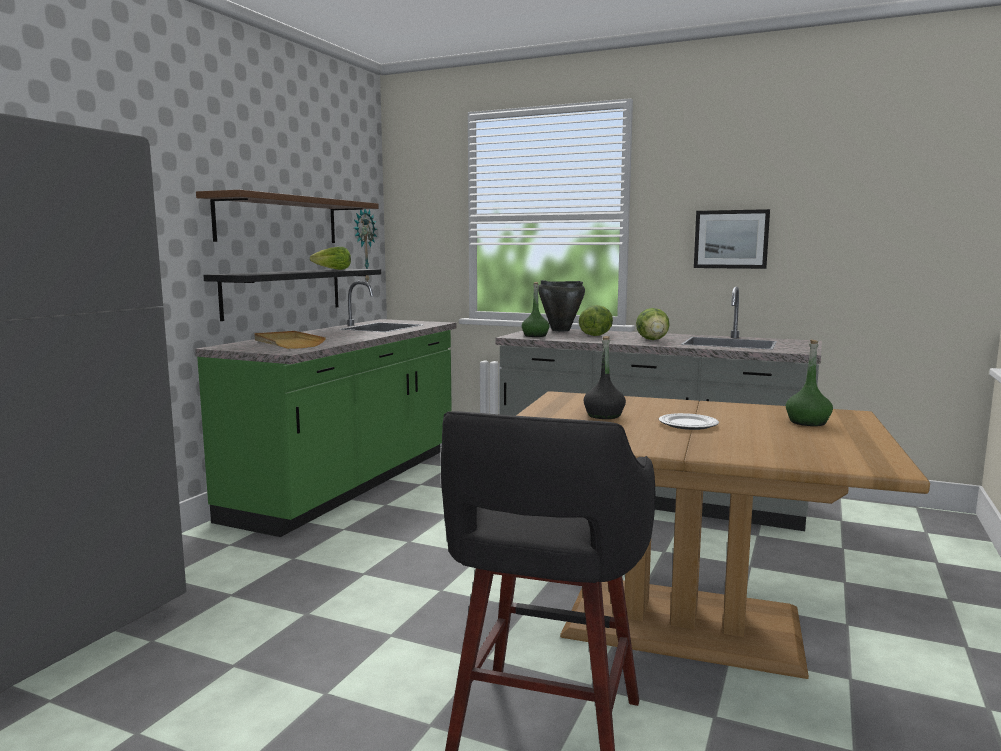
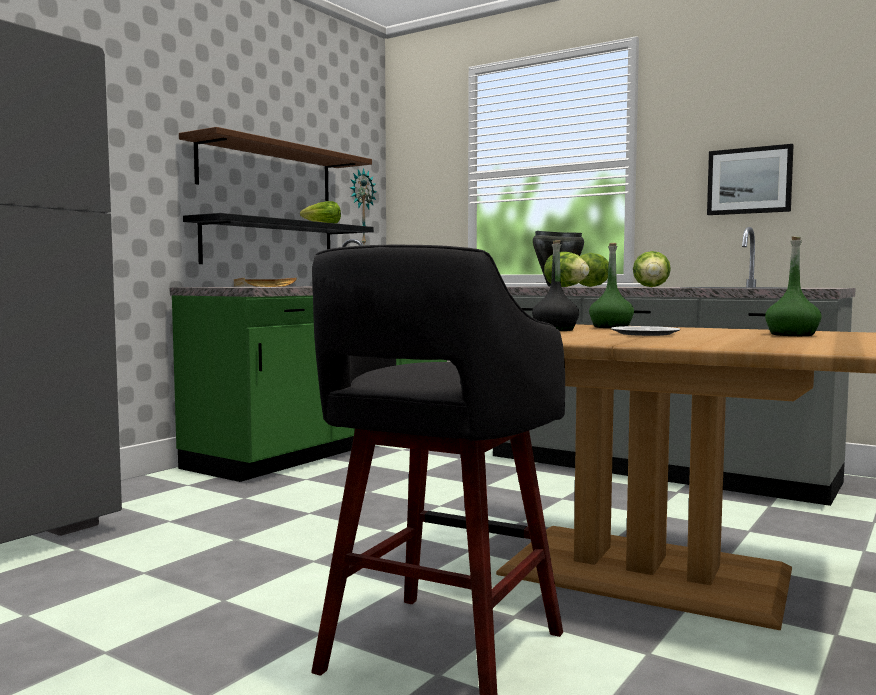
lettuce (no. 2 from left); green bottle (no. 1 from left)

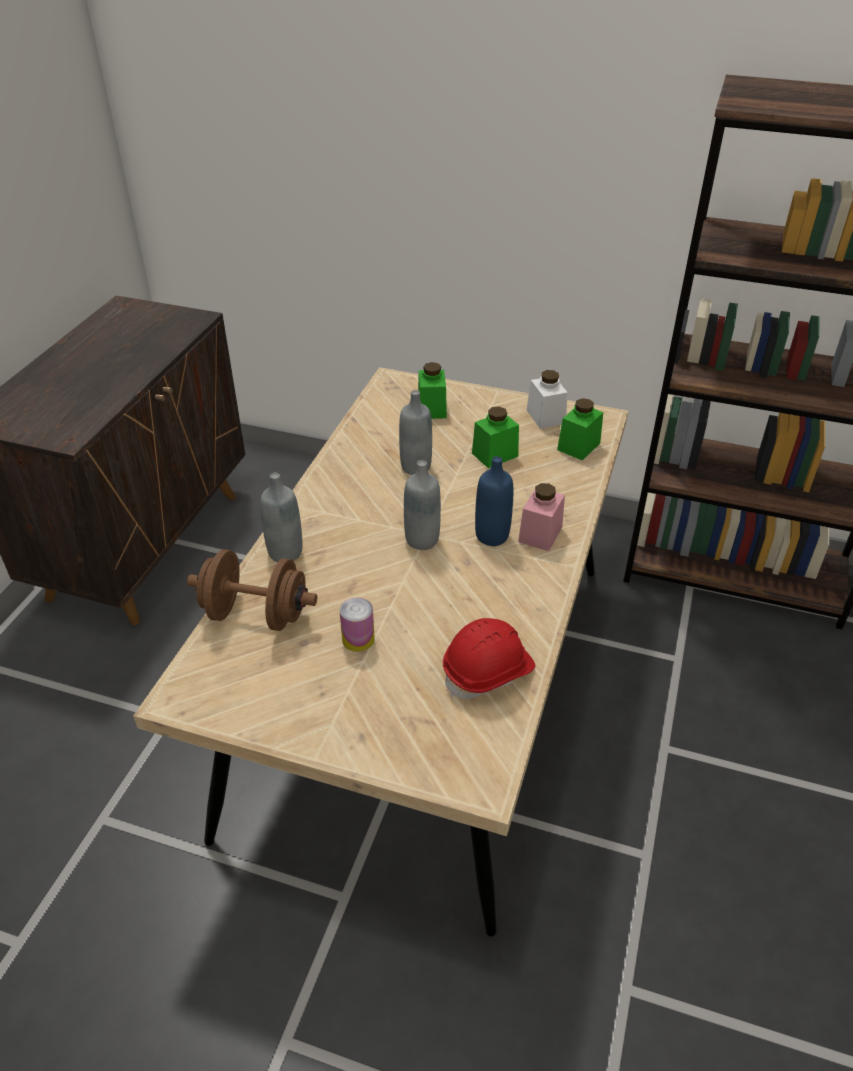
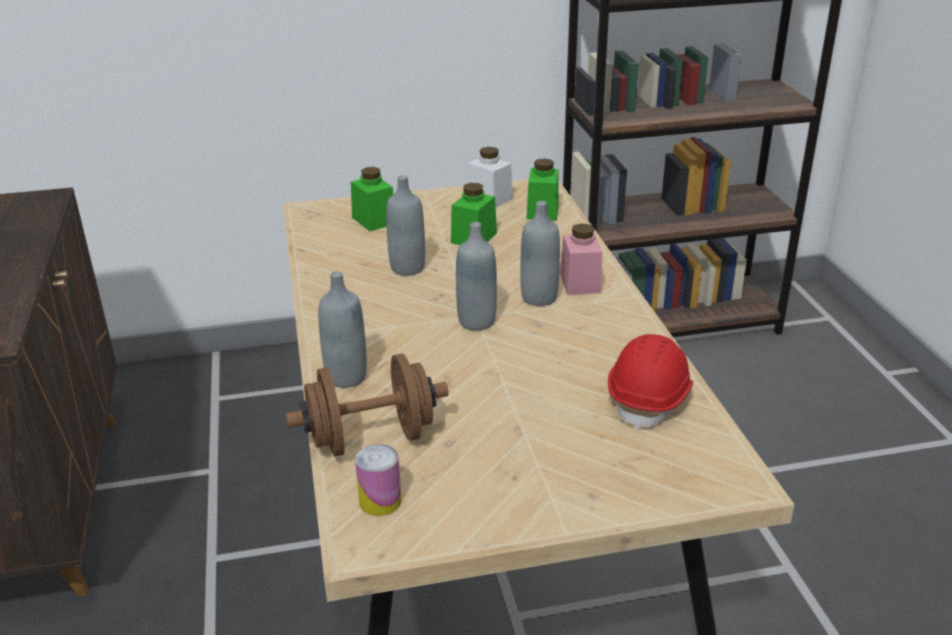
can; grey bottle (no. 4 from left)

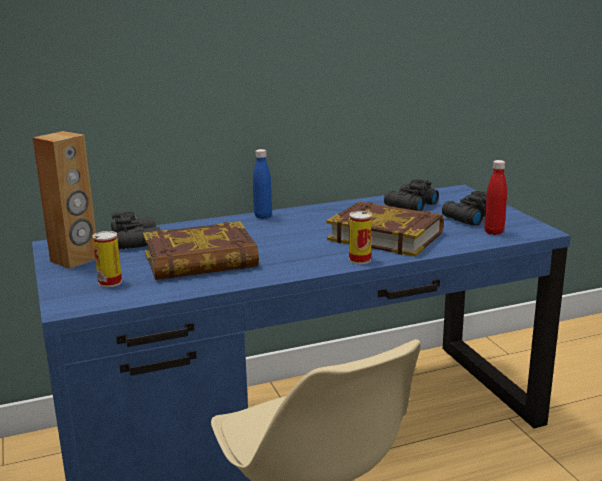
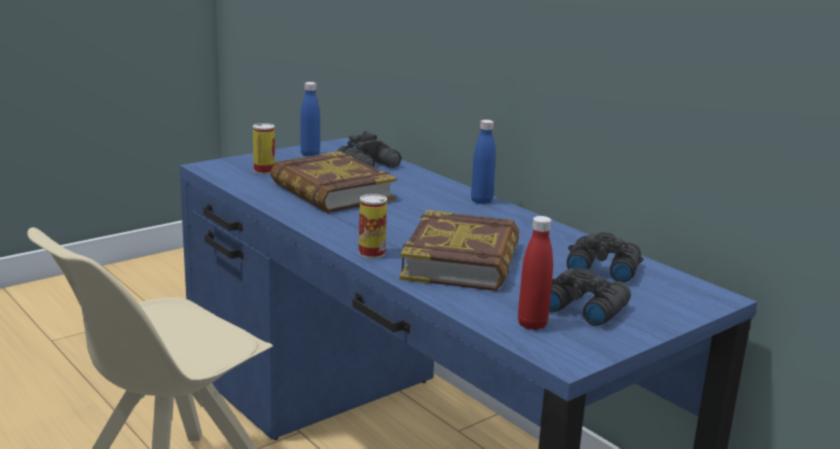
blue bottle (no. 1 from left)

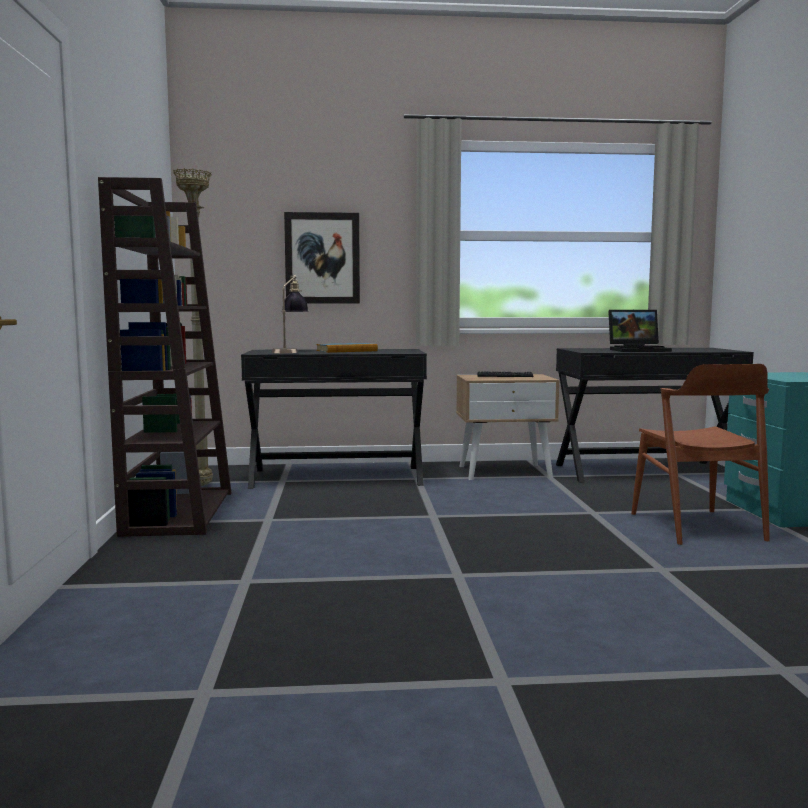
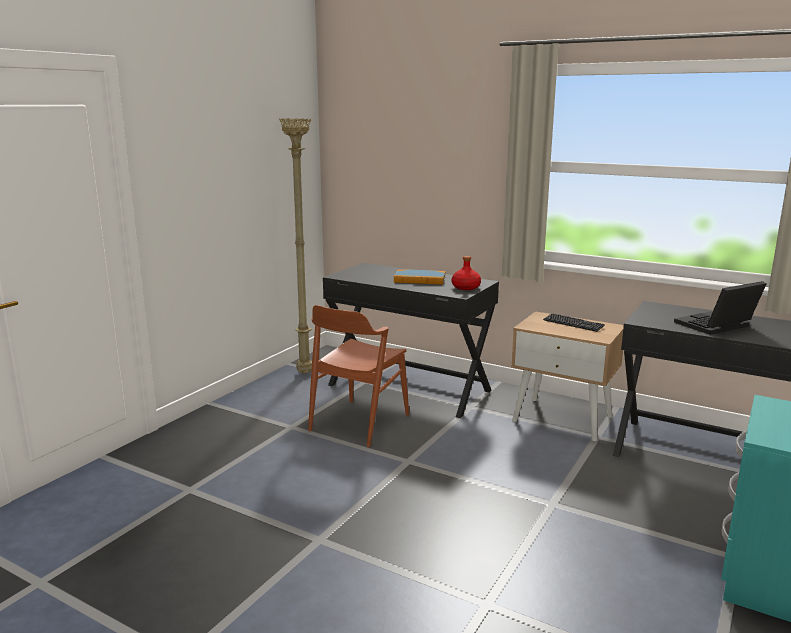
brown chair; red bottle; laptop; brown bookcase; table lamp; picture

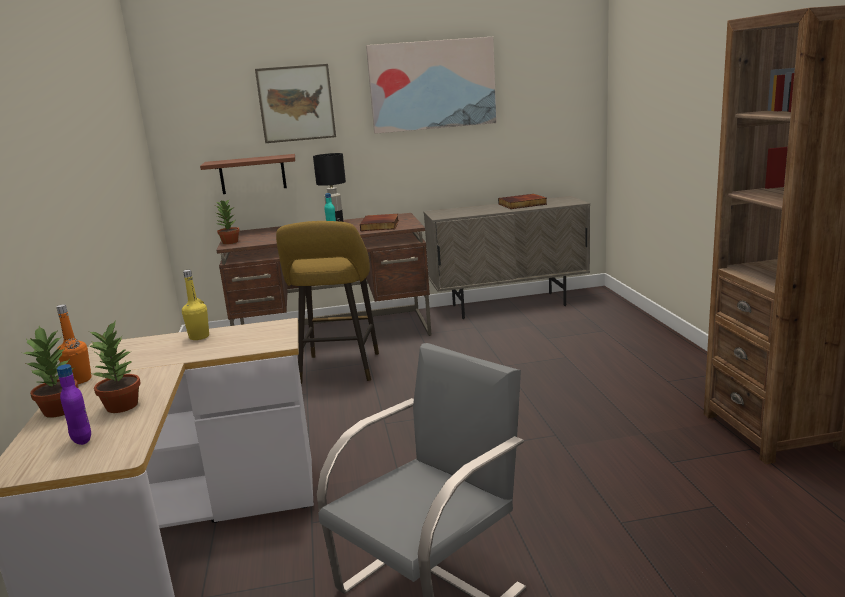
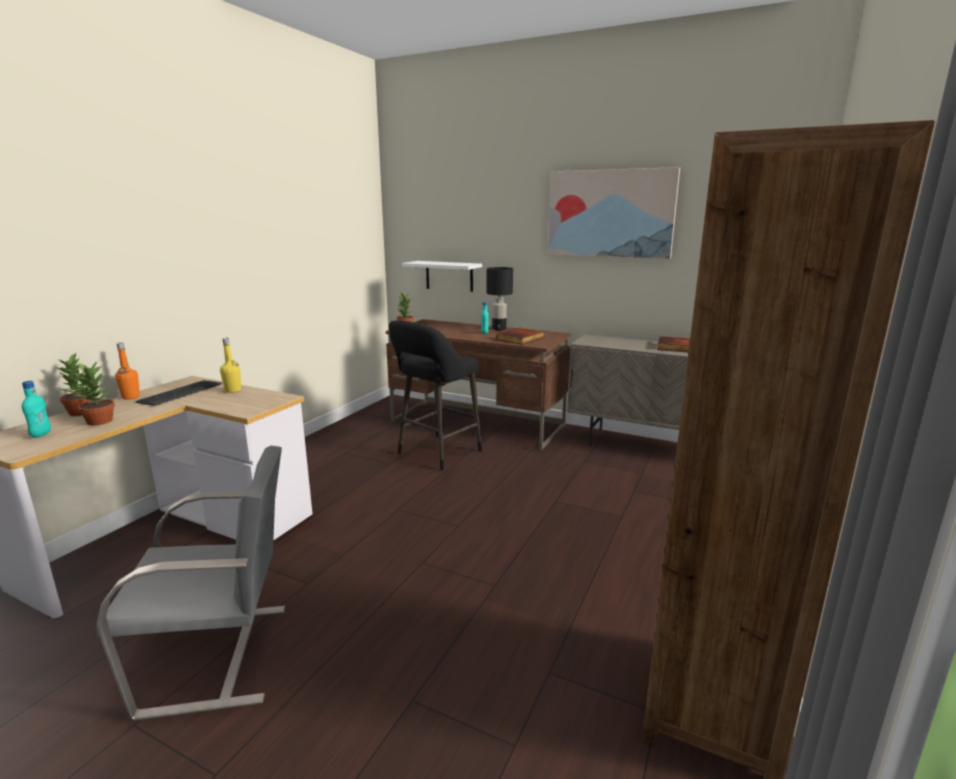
turquoise bottle (no. 1 from left); keyboard; black stool; white shelf; picture (no. 1 from left in the first image)

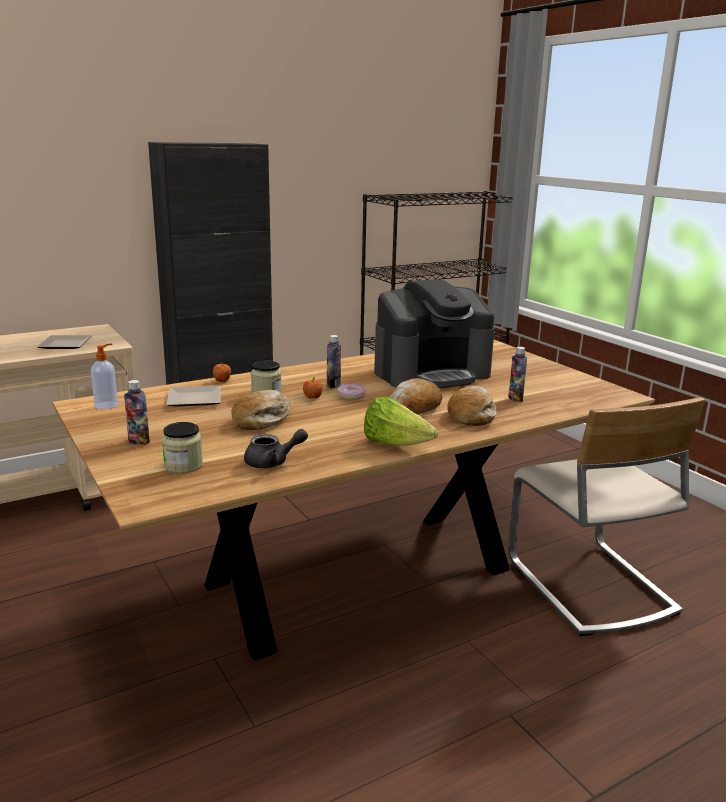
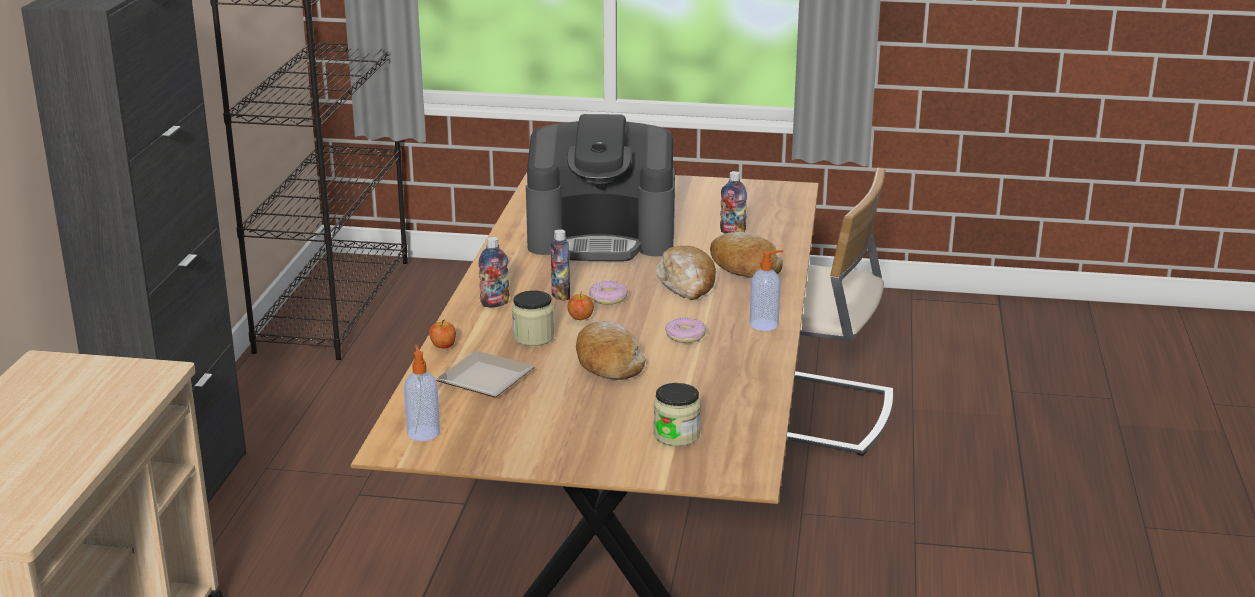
bottle (no. 1 from left); coffee machine; donut (no. 2 from left); soap dispenser (no. 2 from left); plate (no. 1 from left in the first image); grey teapot

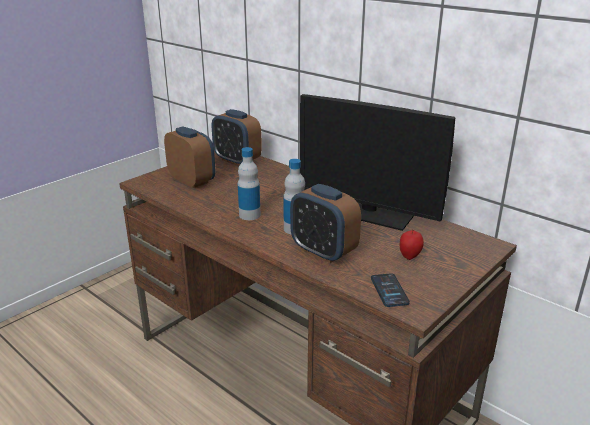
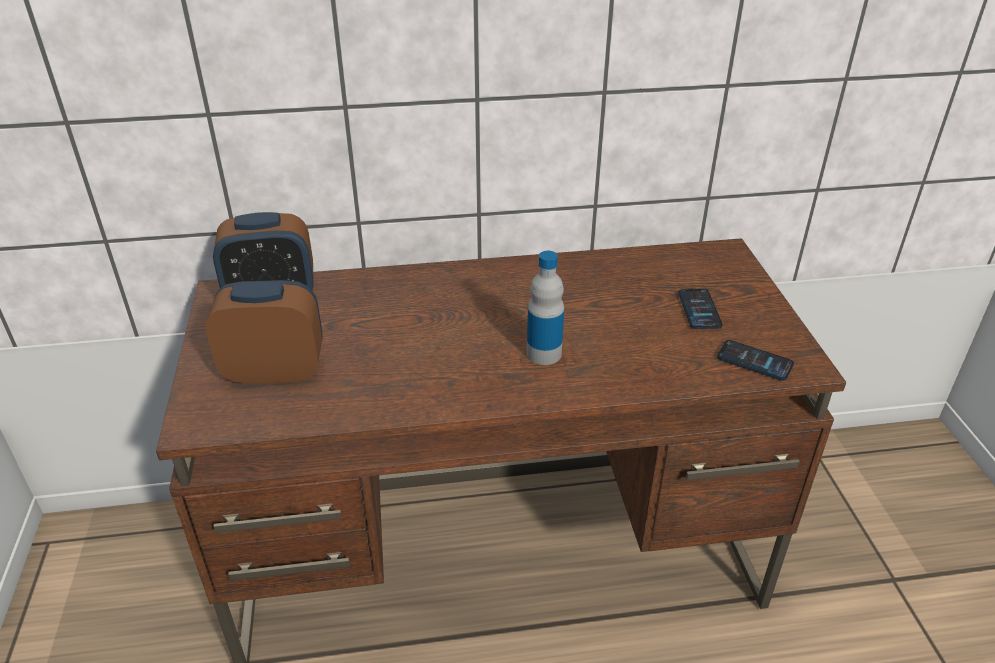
phone (no. 1 from left); bottle (no. 1 from left in the first image); alarm clock (no. 3 from left in the first image); monitor

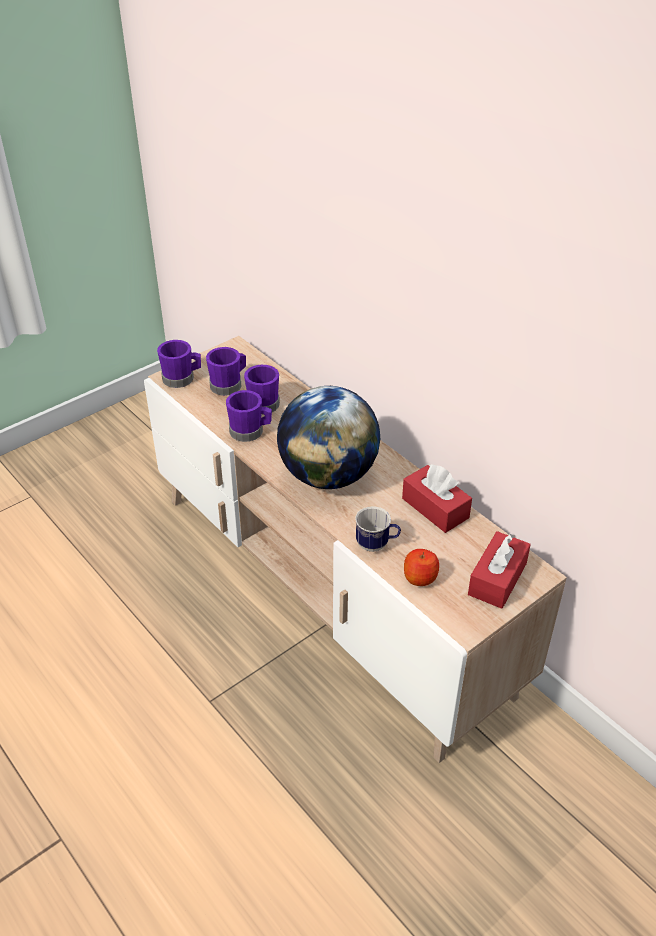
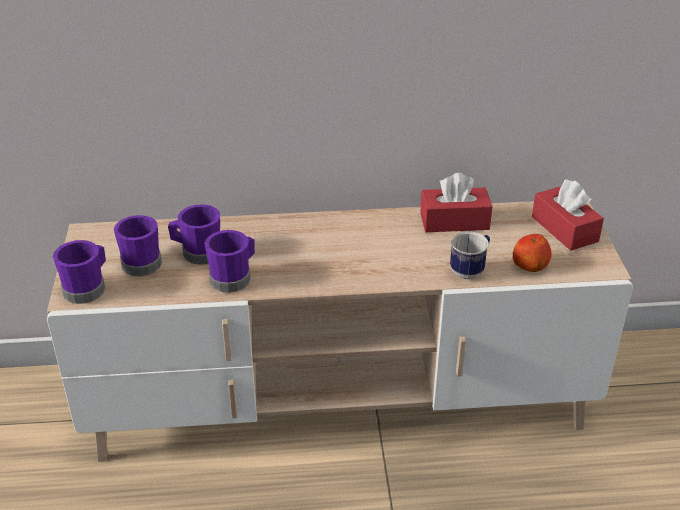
globe

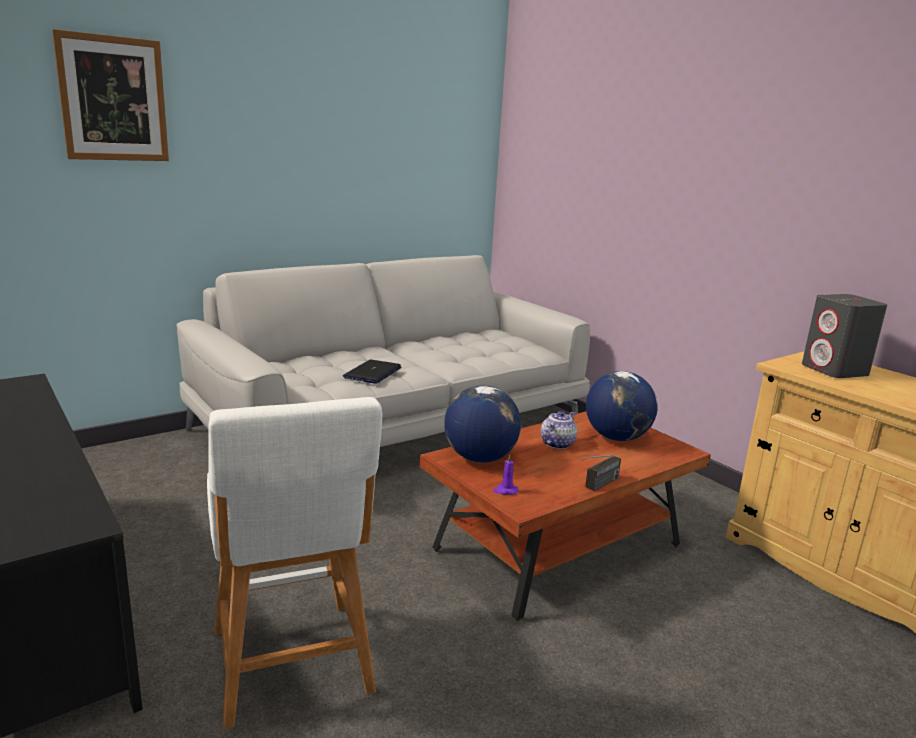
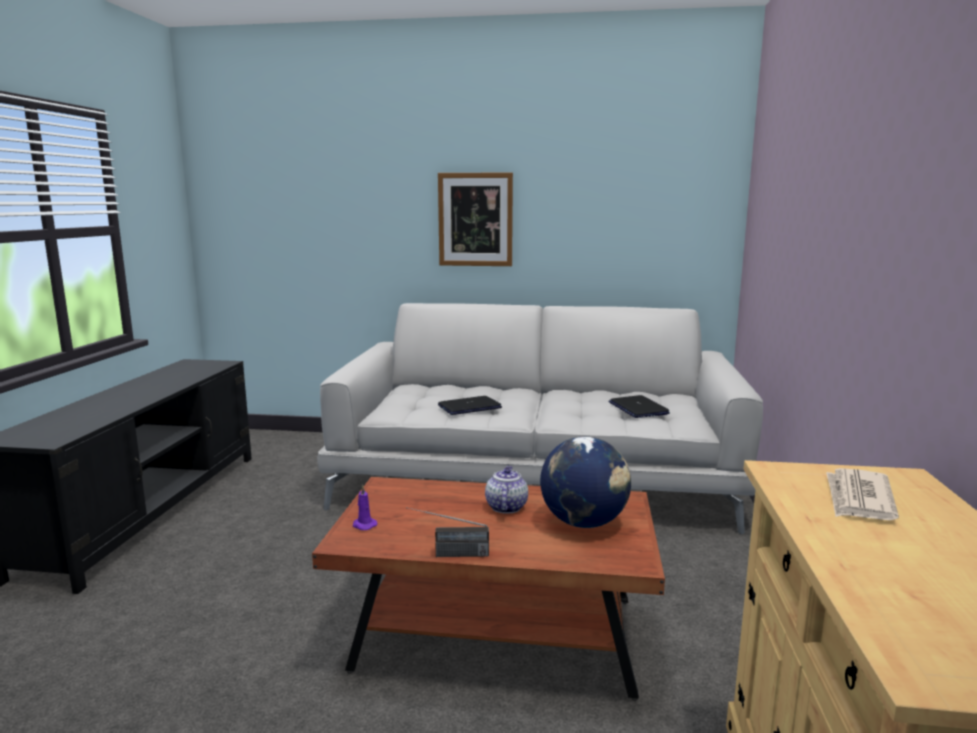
picture; teapot; laptop (no. 2 from left); newspaper; white stool; globe (no. 1 from left in the first image)

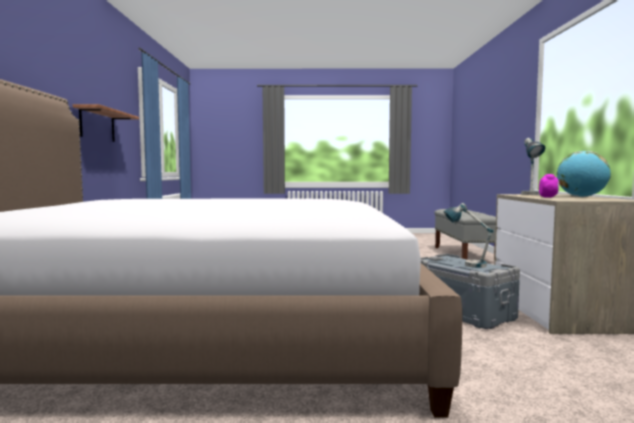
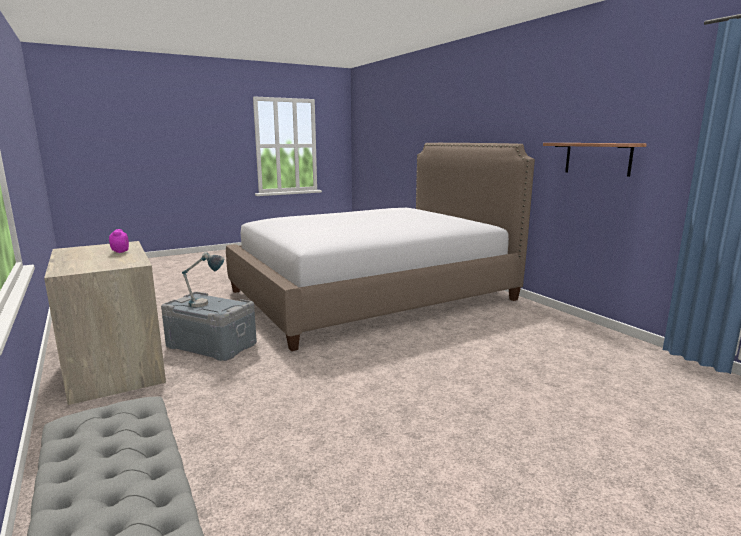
table lamp (no. 2 from left in the first image); globe

